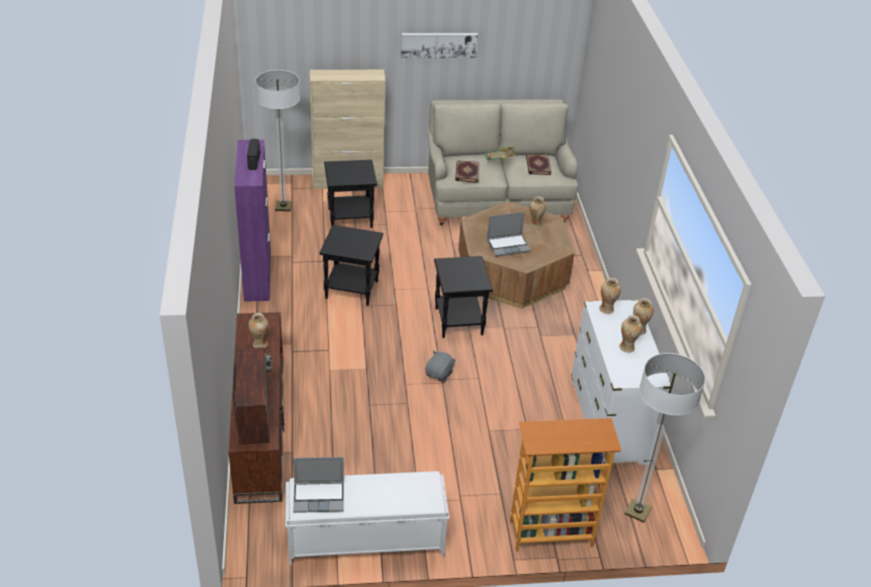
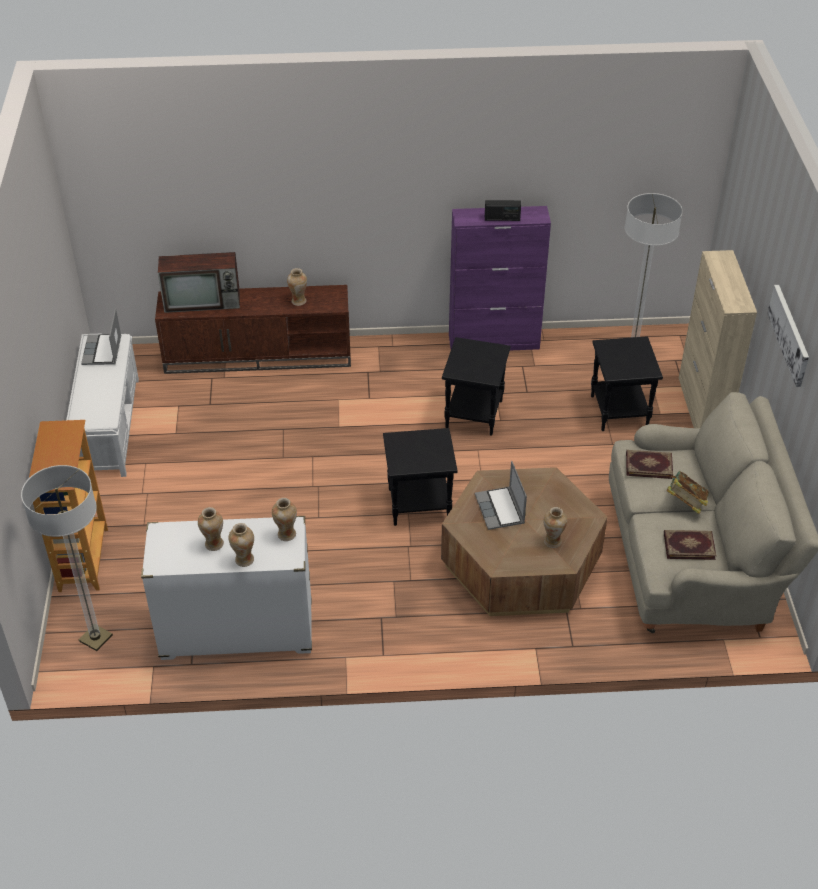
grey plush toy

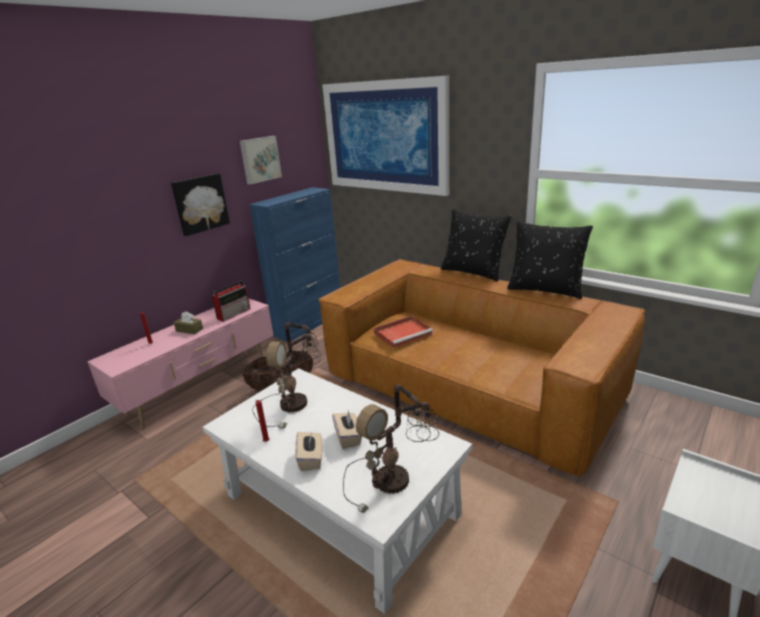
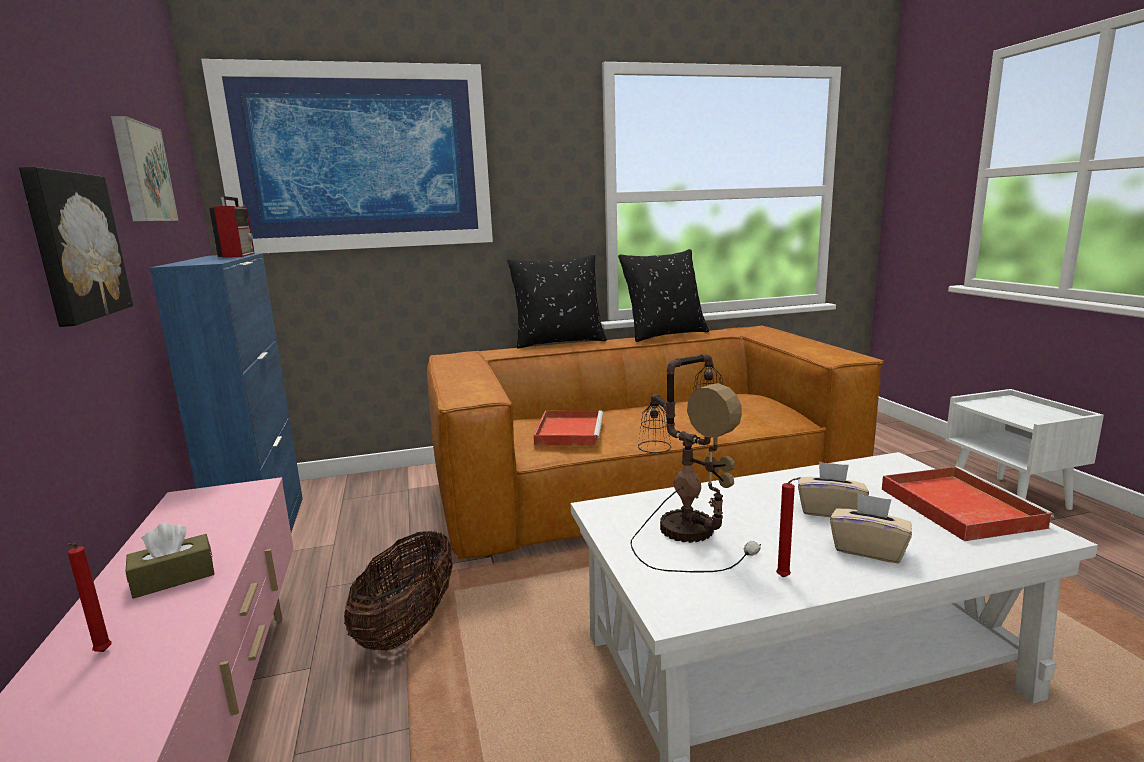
radio; red tray (no. 2 from left)

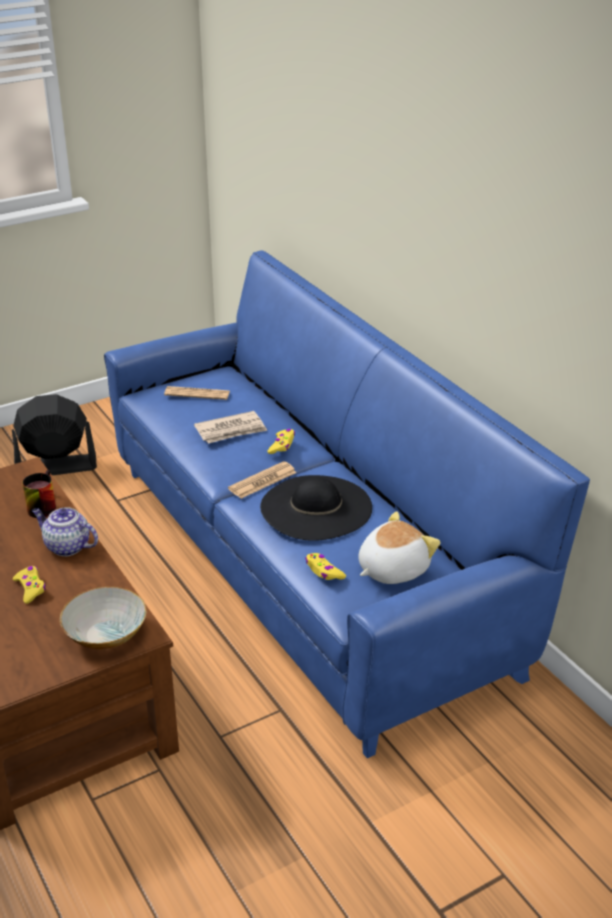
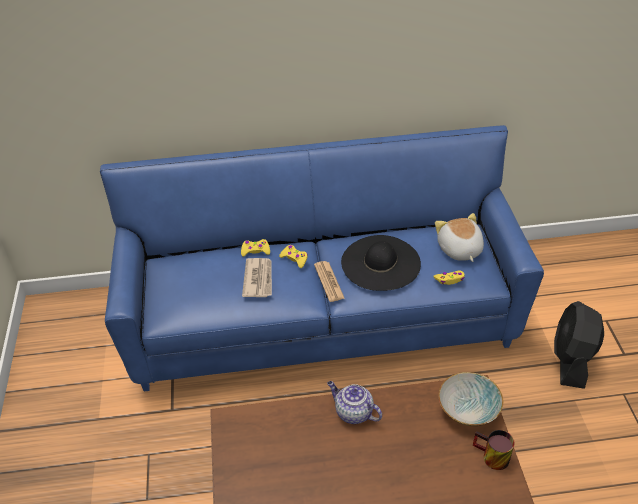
yellow game controller (no. 1 from left); teapot; mug; black fan; newspaper (no. 1 from left in the first image)

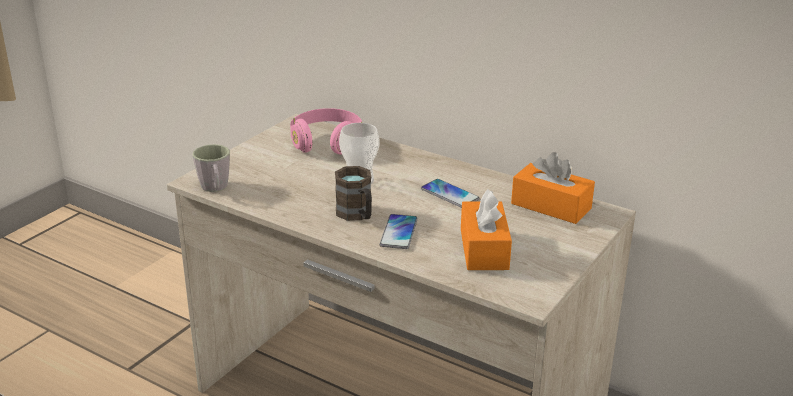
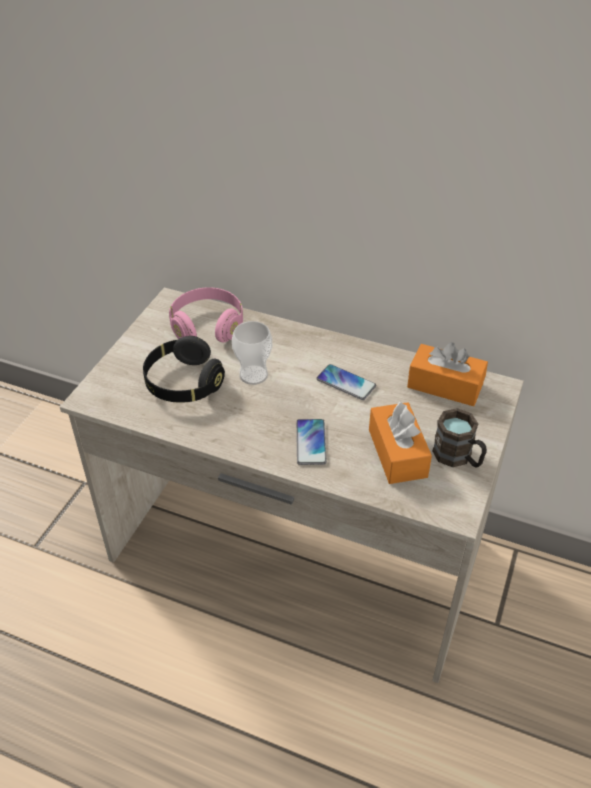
black headphones; brown mug; grey mug

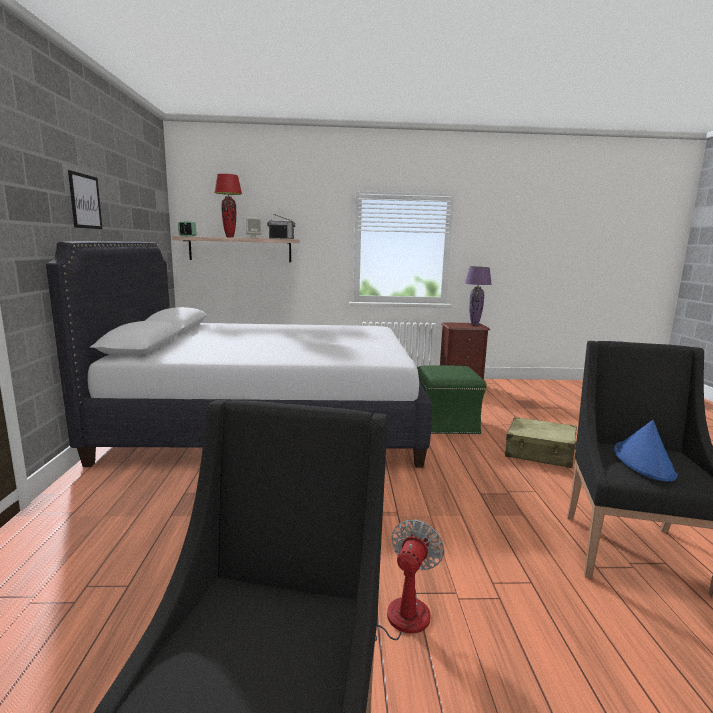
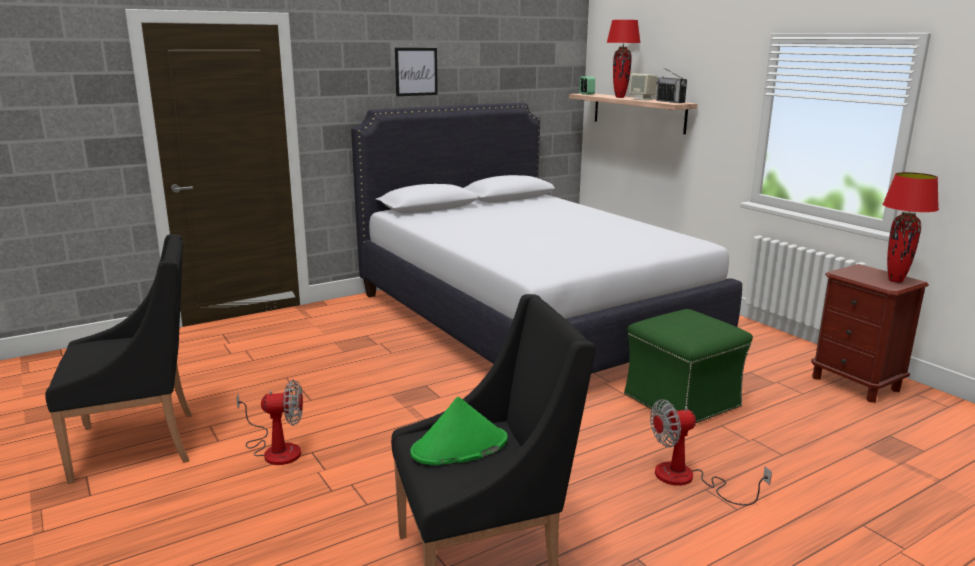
green hat; fan (no. 2 from left); red table lamp (no. 2 from left)

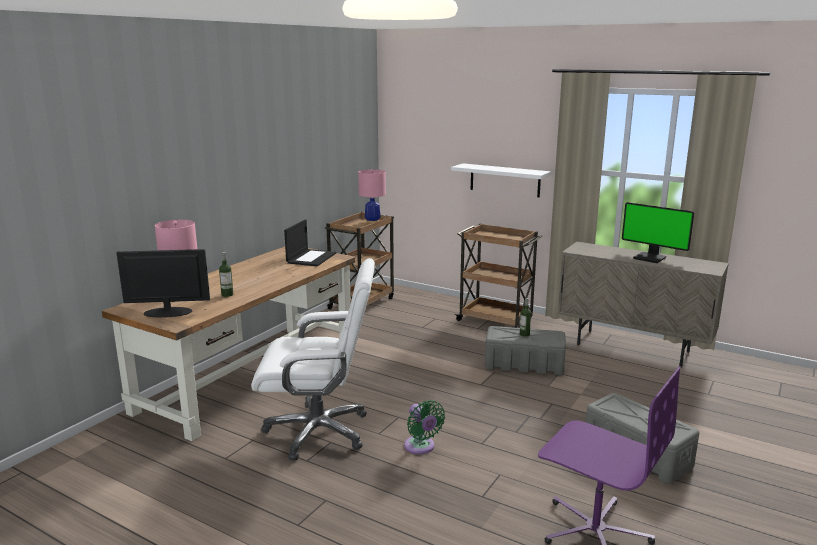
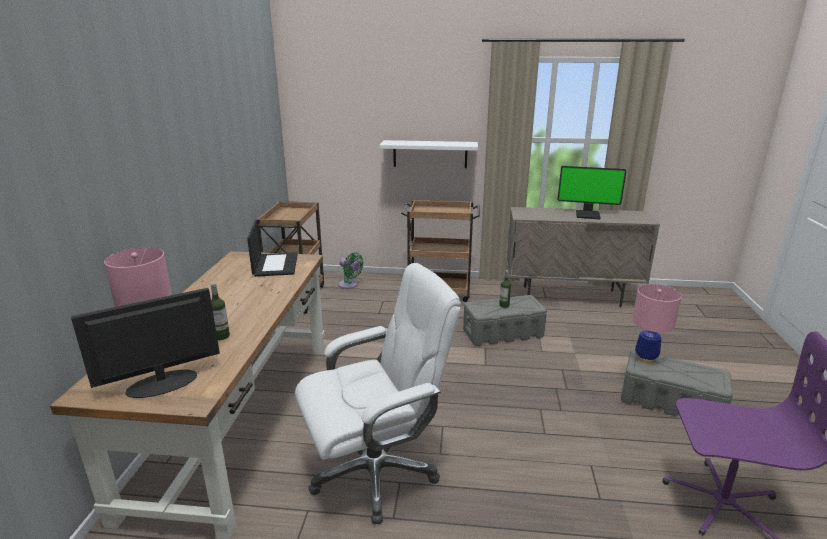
green fan; pink table lamp (no. 2 from left)

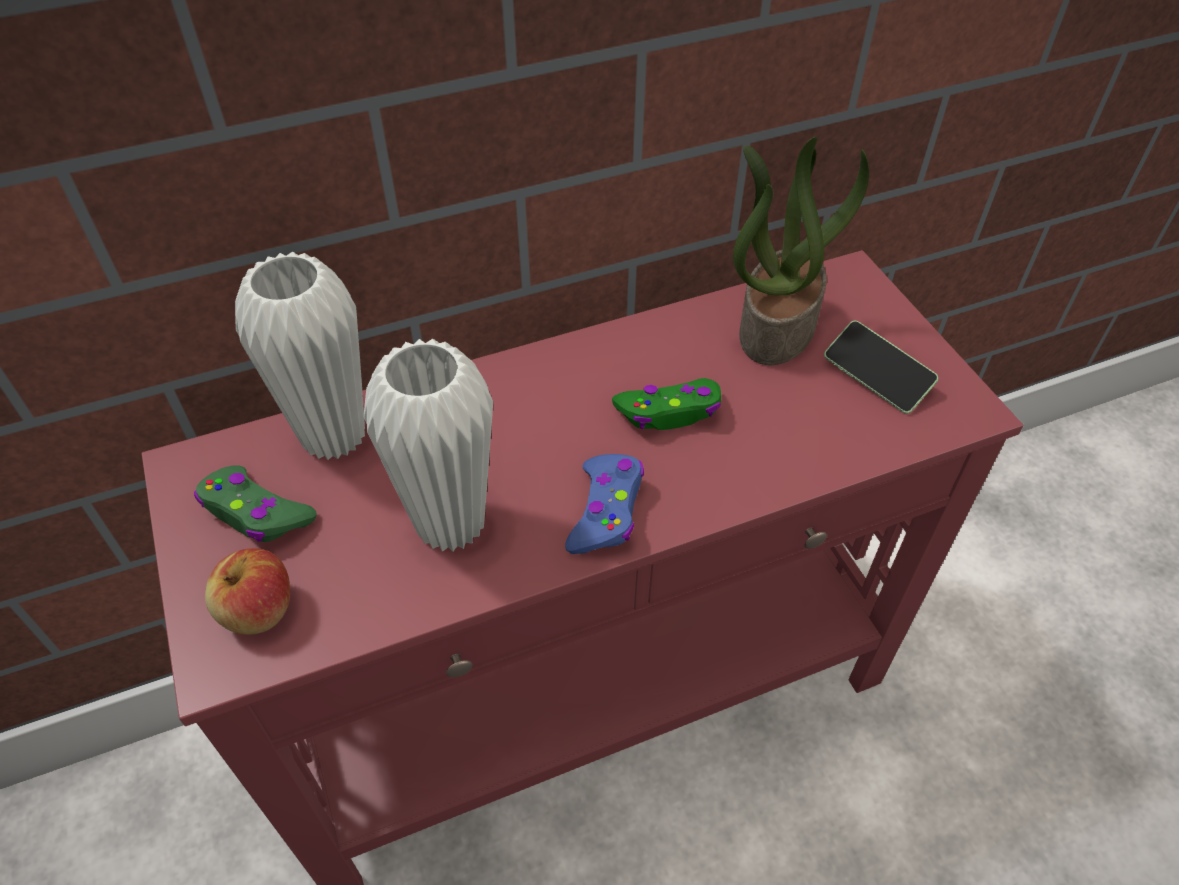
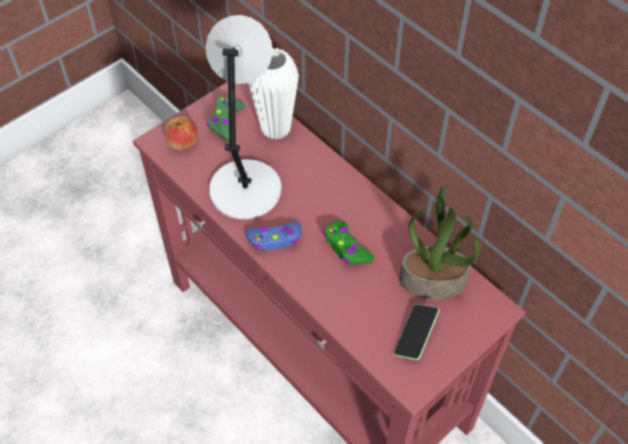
grey table lamp

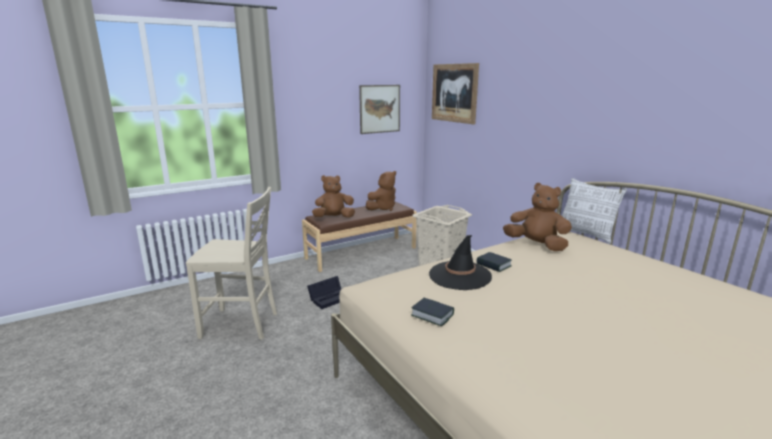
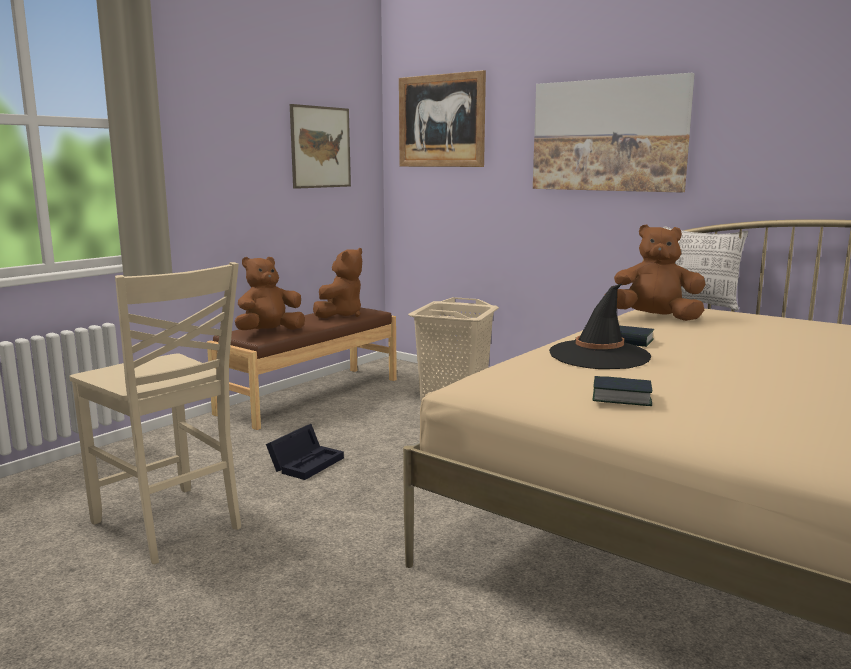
beige chair; picture (no. 3 from left)

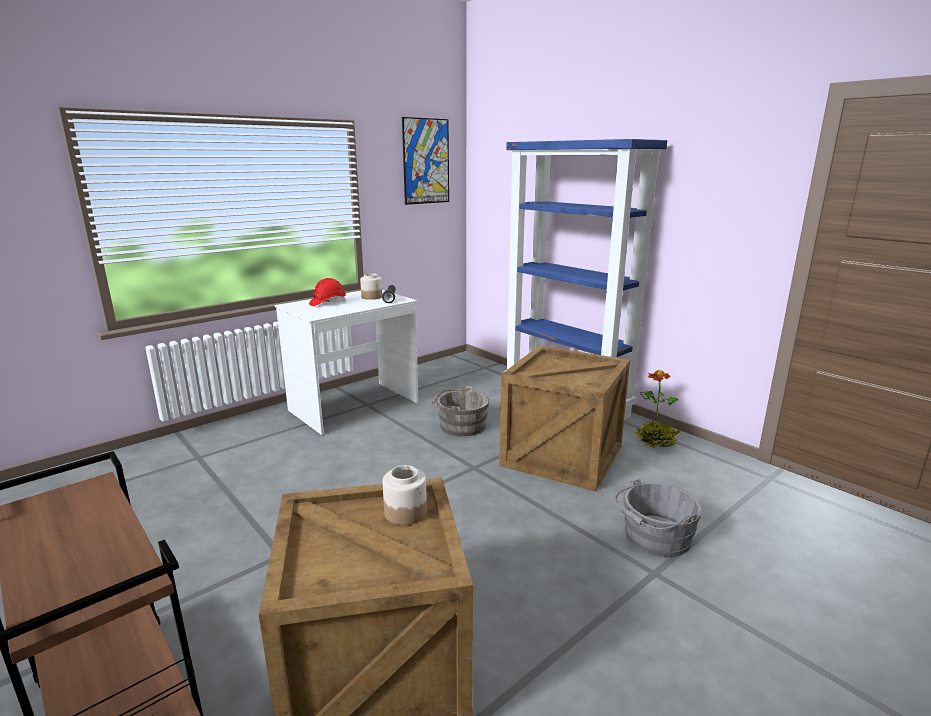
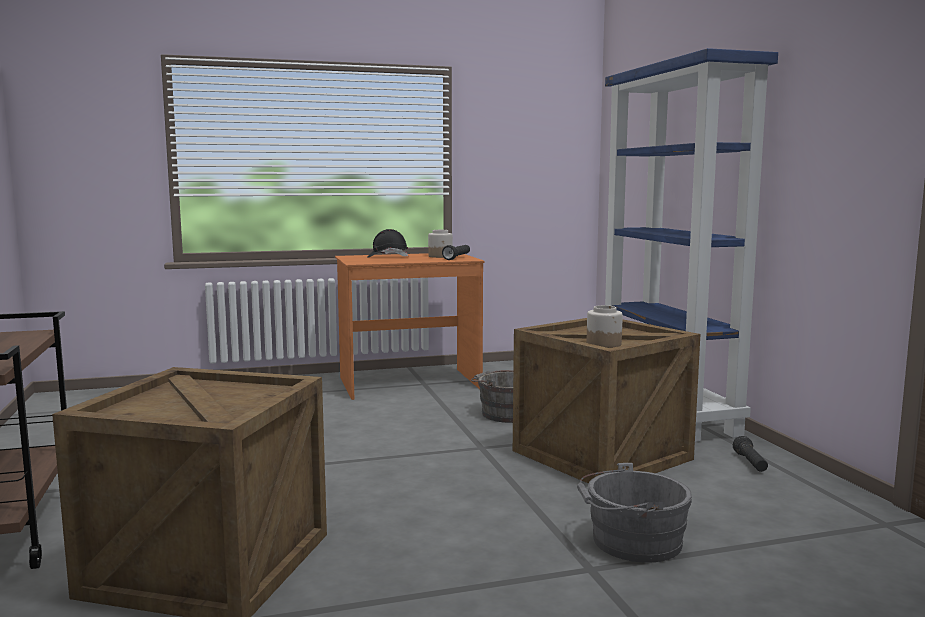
orange desk; black hard hat; jar (no. 2 from left); black flashlight (no. 2 from left); picture

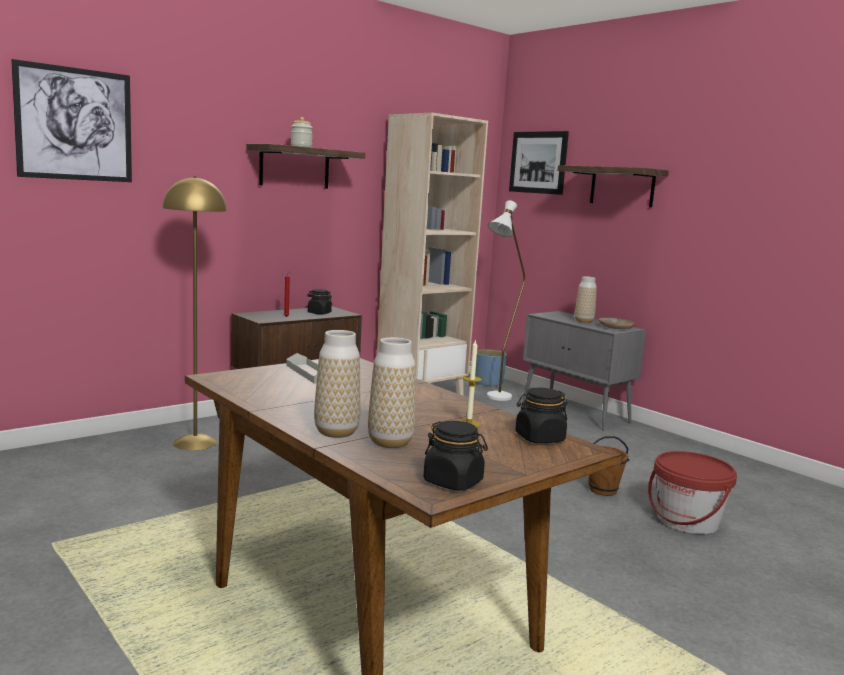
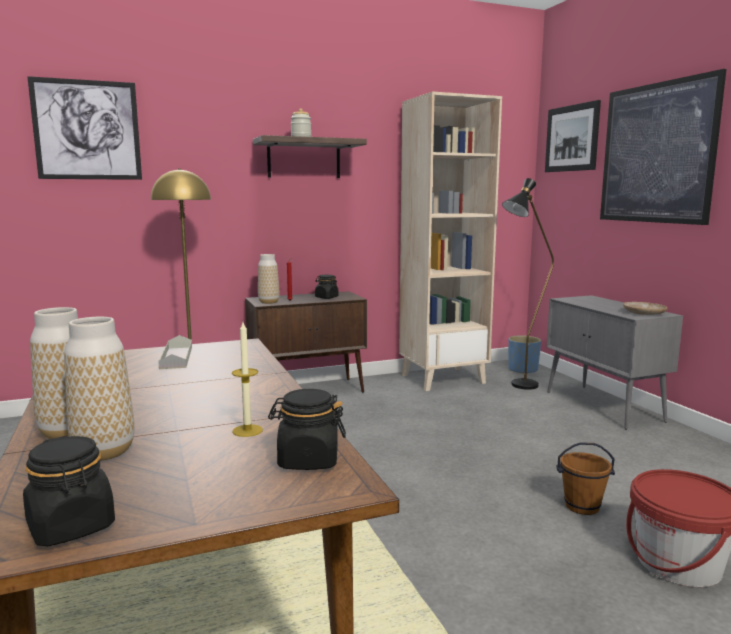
vase (no. 3 from left); black floor lamp; picture (no. 3 from left)

